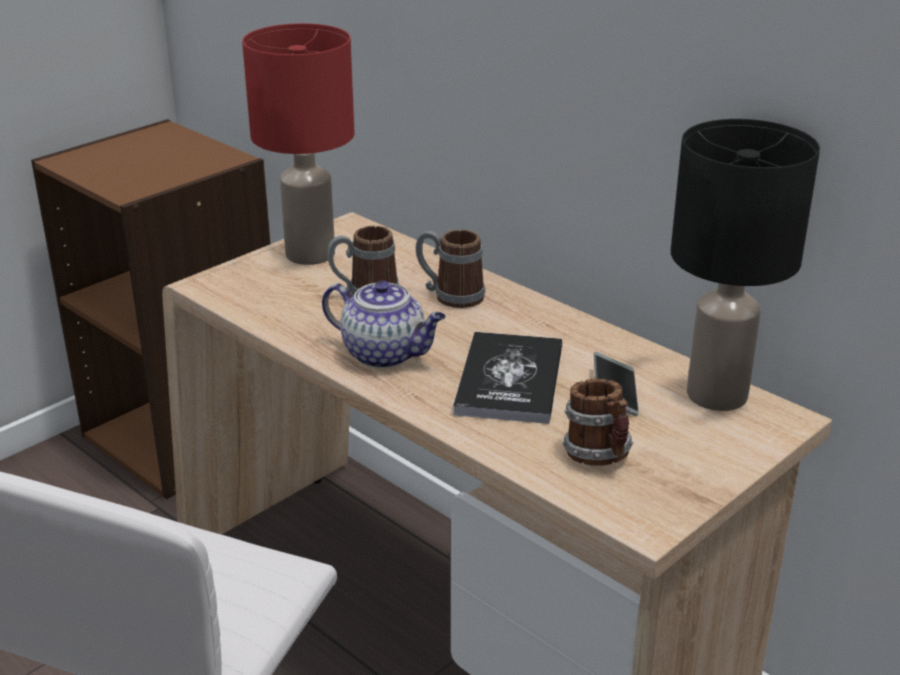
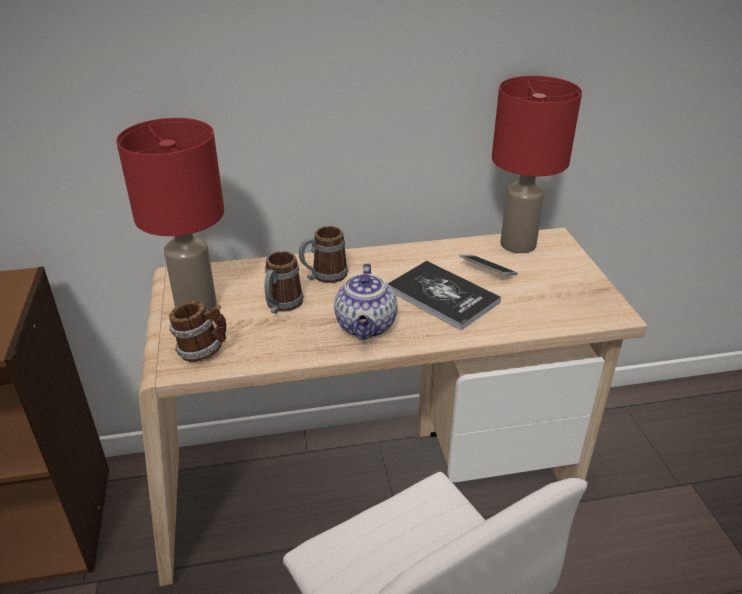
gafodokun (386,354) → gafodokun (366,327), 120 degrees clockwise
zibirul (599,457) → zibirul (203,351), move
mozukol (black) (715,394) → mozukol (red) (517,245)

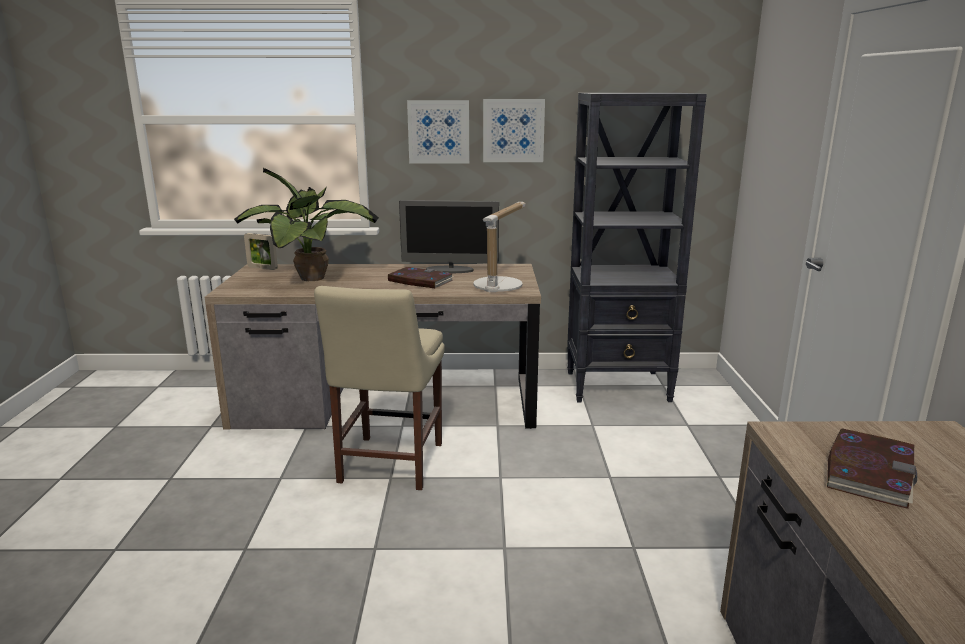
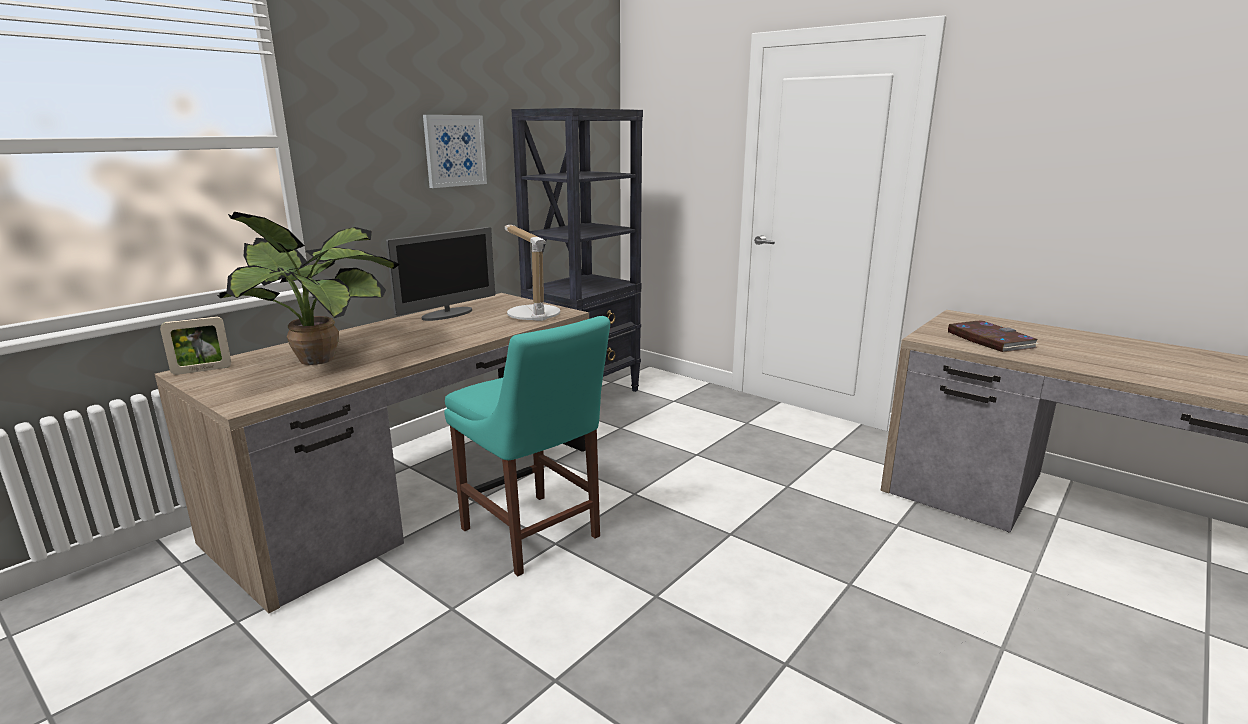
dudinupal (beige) (389,465) → dudinupal (turquoise) (533,536)
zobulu (420,281) → -
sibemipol (438,132) → -

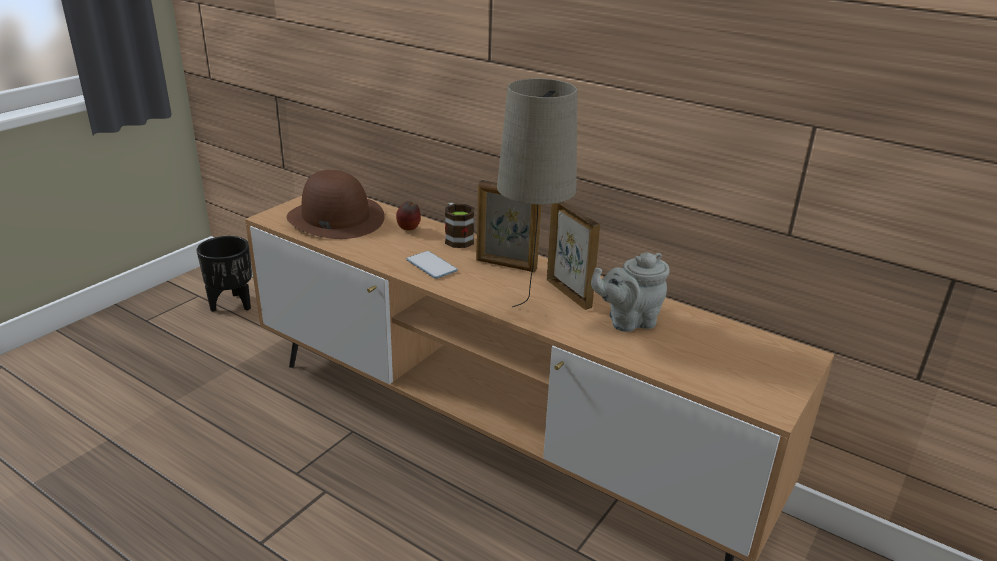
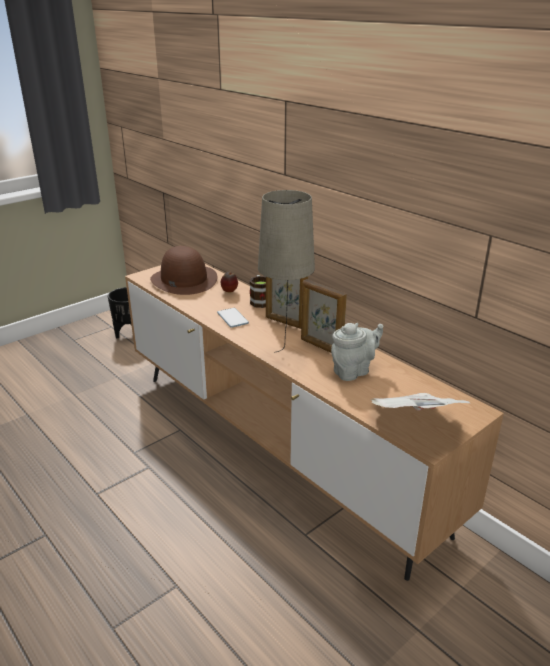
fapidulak (569,293) → fapidulak (320,347), 150 degrees clockwise
gafodokun (grey) (628,321) → gafodokun (grey) (353,371), 150 degrees clockwise
- → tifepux (415,422)

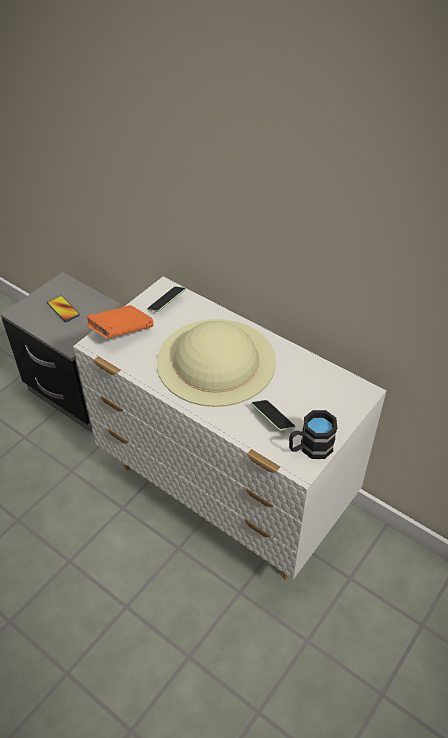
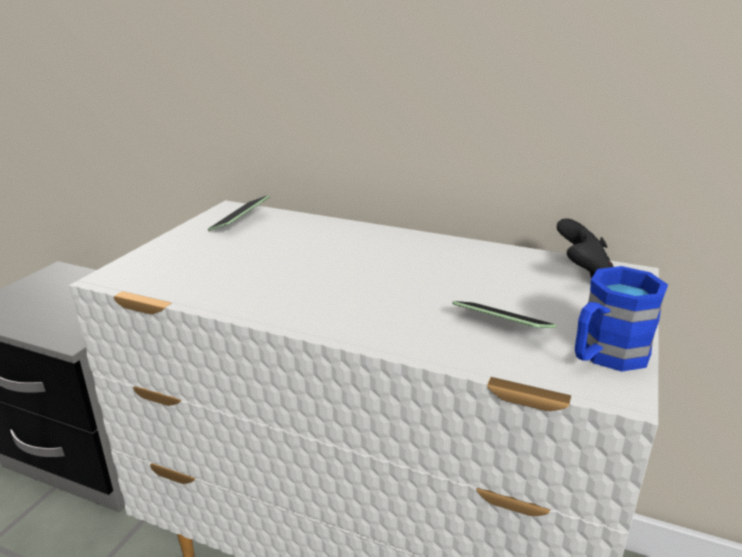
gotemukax (63,309) → -
zobulu (orange) (121,333) → -
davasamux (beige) (215,361) → -
zibirul (black) (310,448) → zibirul (blue) (604,356)
- → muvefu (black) (582,273)

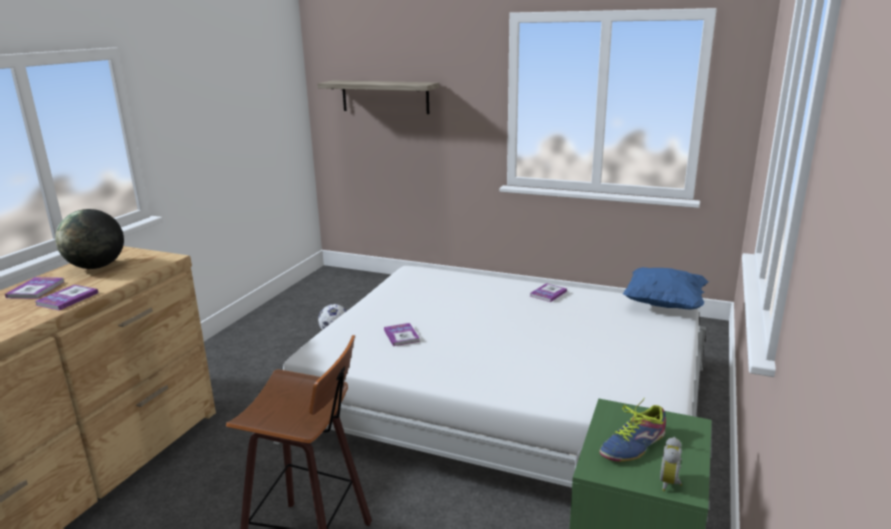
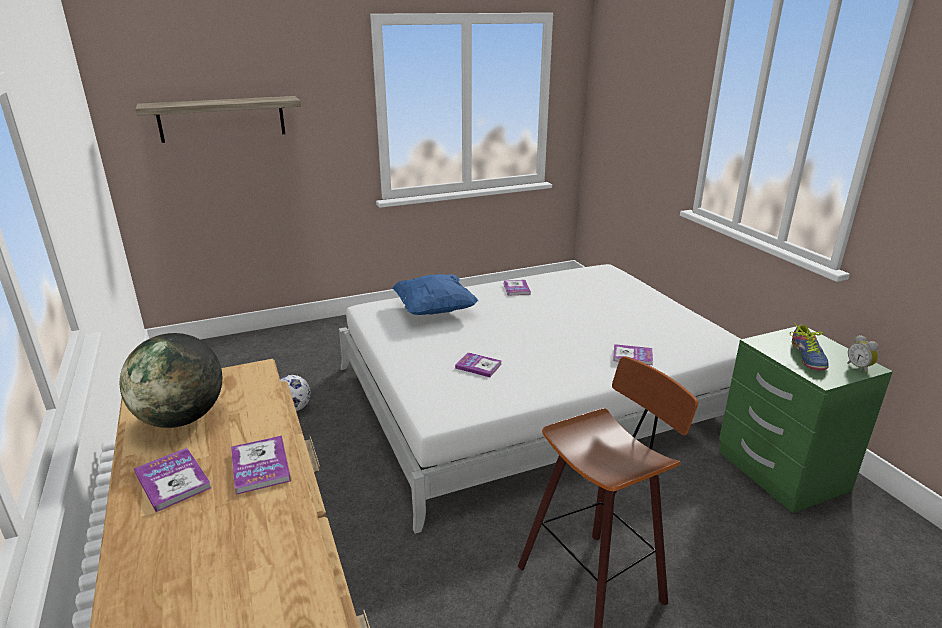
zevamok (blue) (664,304) → zevamok (blue) (434,310), move
- → zobulu (632,356)

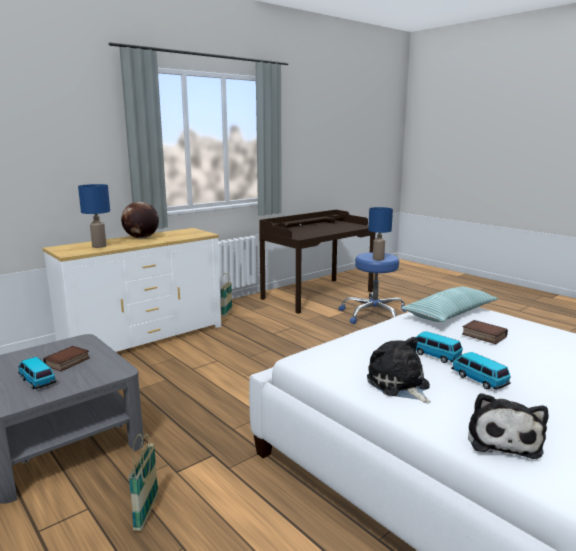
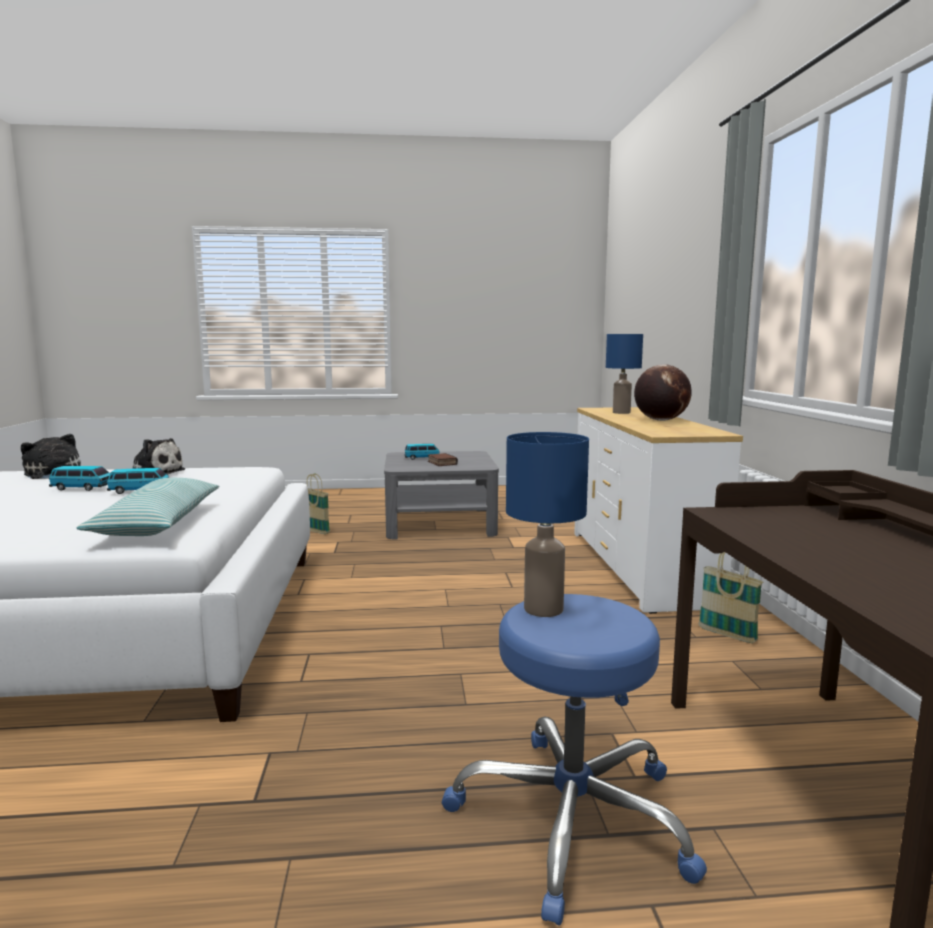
zobulu (482,336) → -

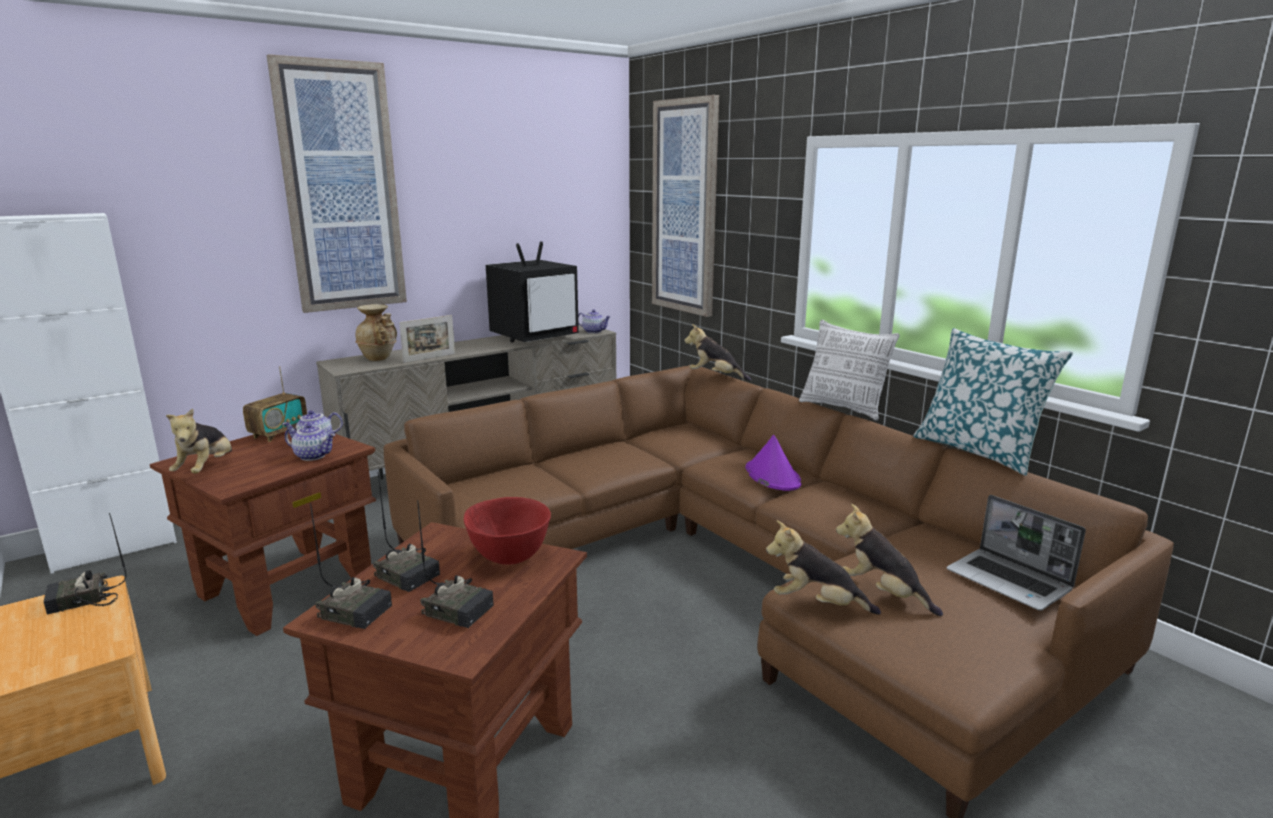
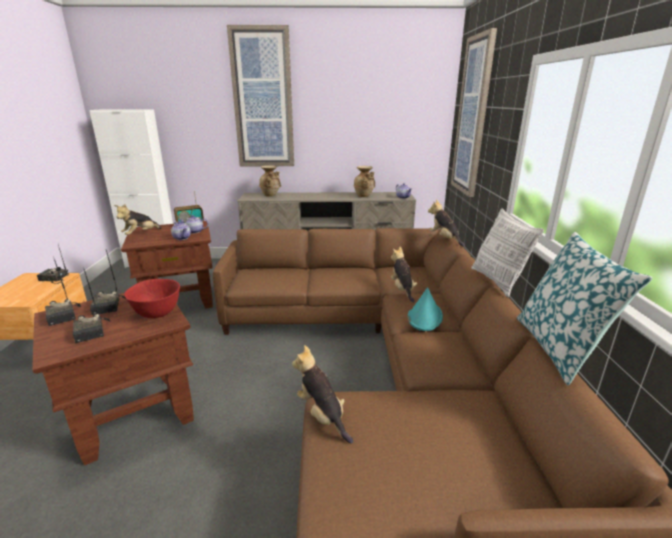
fapidulak (429,358) → -
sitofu (535,337) → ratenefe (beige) (364,196)
davasamux (purple) (772,476) → davasamux (turquoise) (424,317)
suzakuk (883,593) → suzakuk (402,290), move
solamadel (1010,581) → -

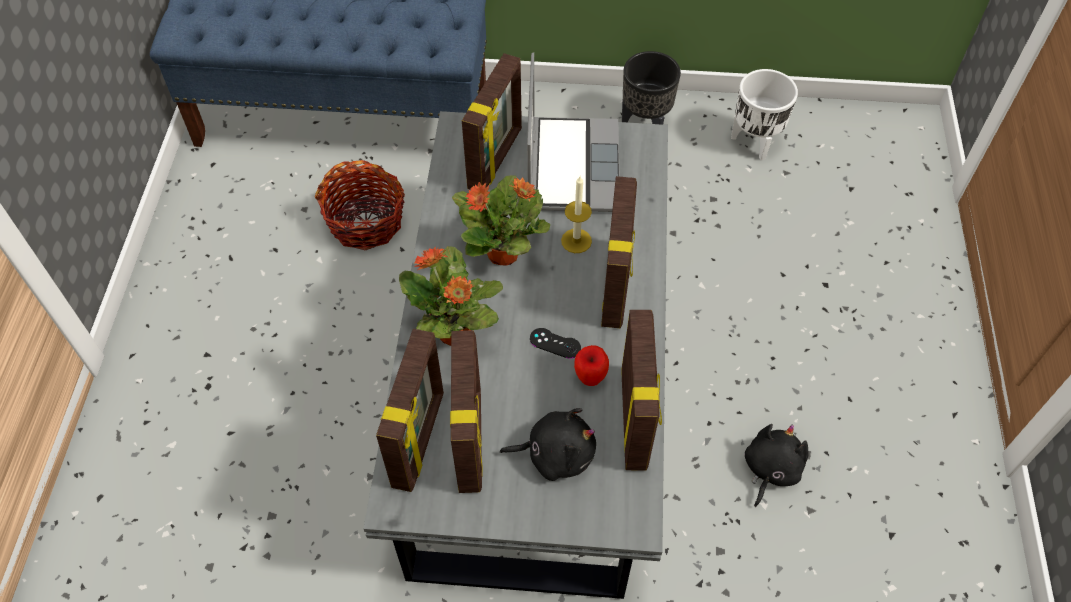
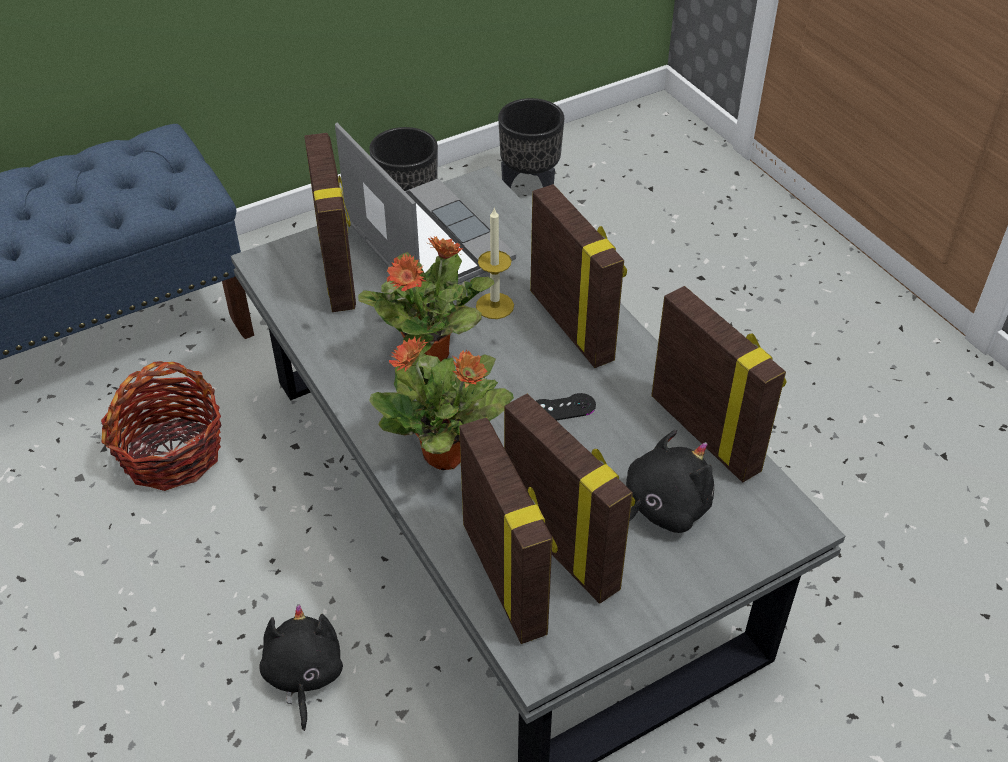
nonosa (590,377) → -
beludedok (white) (755,142) → beludedok (black) (530,188)
suzakuk (black) (770,469) → suzakuk (black) (303,676), move

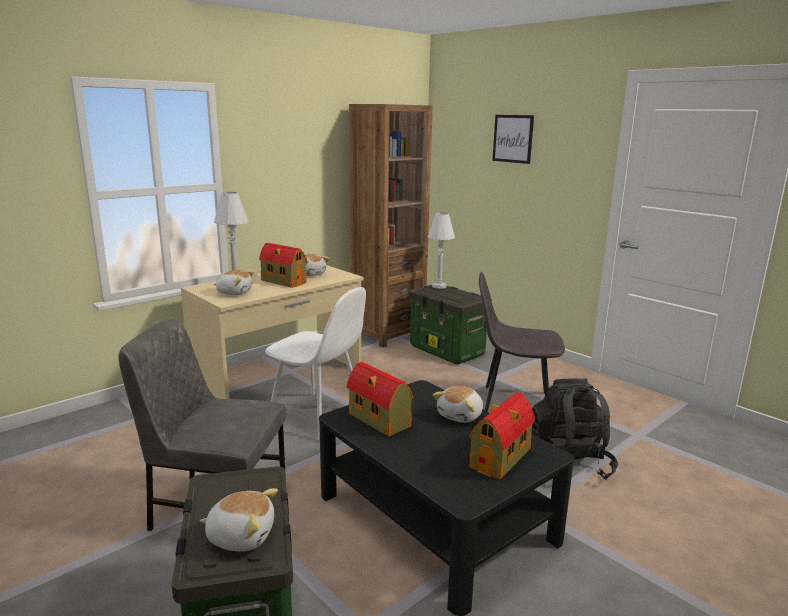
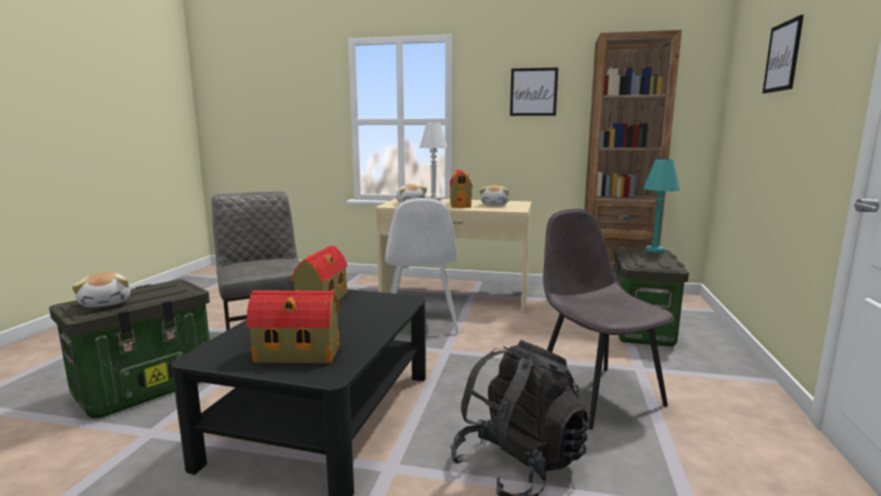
mozukol (white) (439,286) → mozukol (turquoise) (655,250)
suzakuk (461,415) → -
- → sibemipol (533,92)

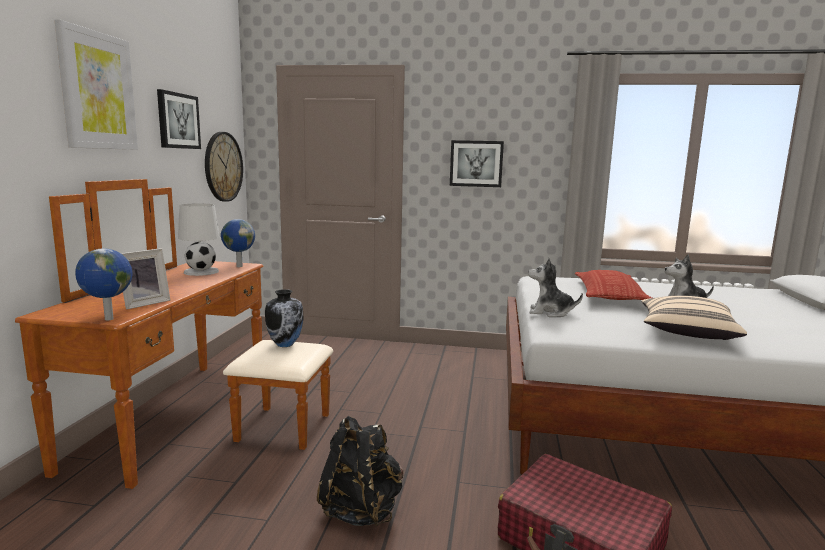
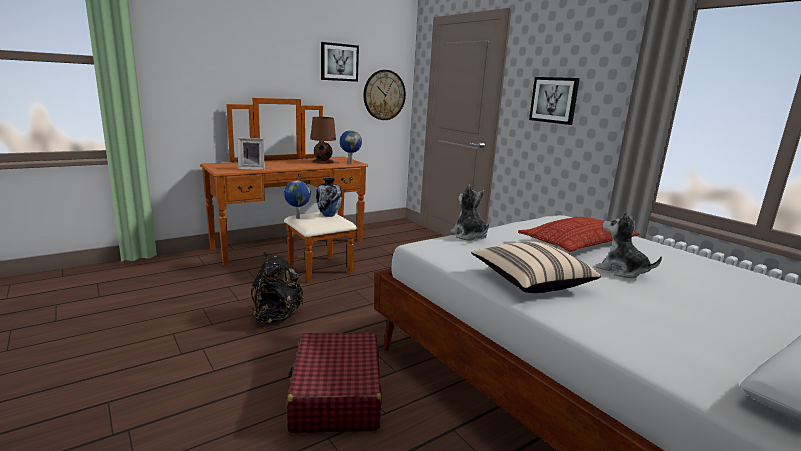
sibemipol (98,91) → -
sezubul (108,319) → sezubul (297,218), move
mozukol (white) (201,272) → mozukol (brown) (323,161)

